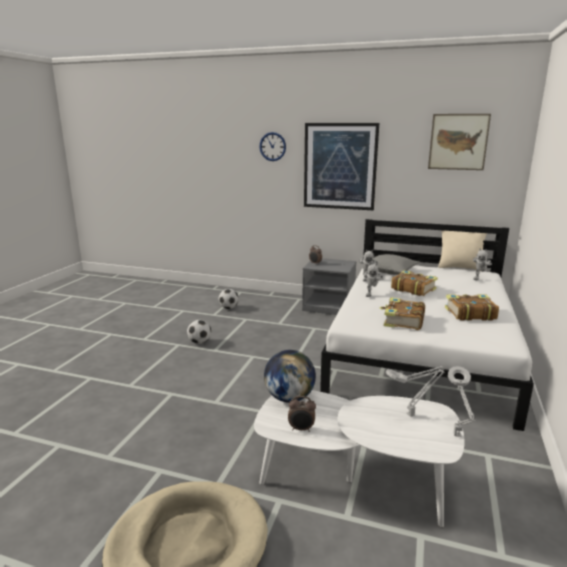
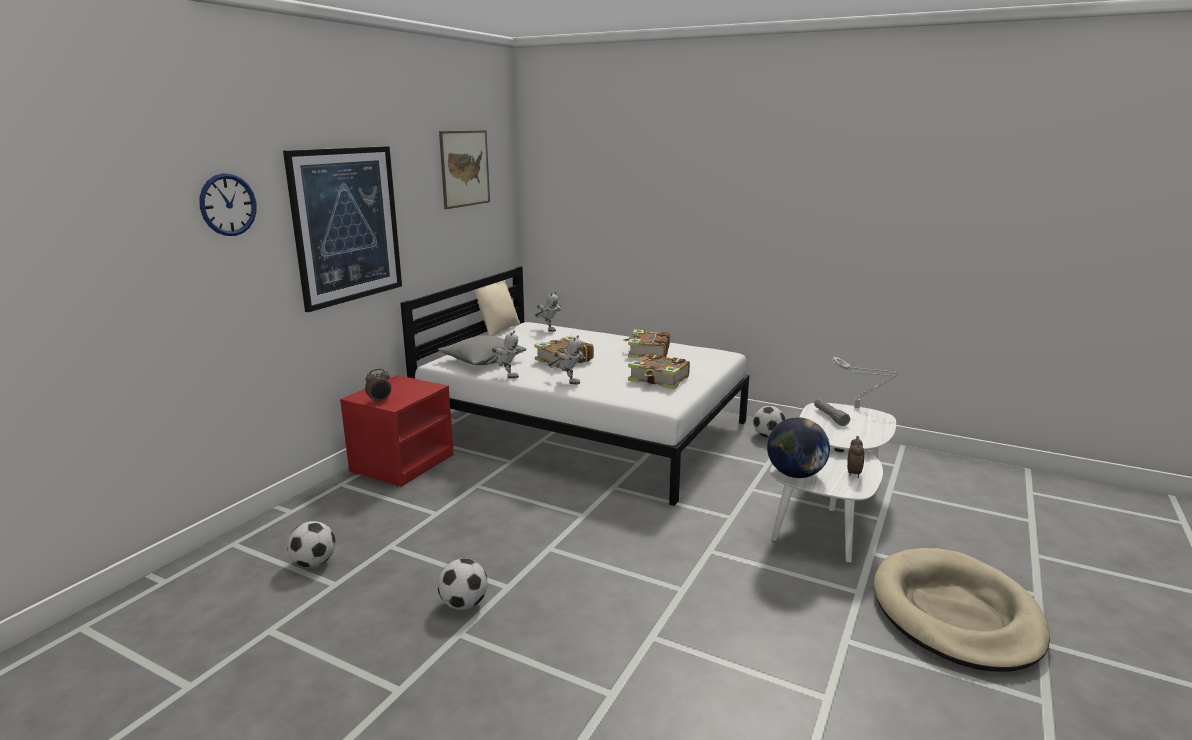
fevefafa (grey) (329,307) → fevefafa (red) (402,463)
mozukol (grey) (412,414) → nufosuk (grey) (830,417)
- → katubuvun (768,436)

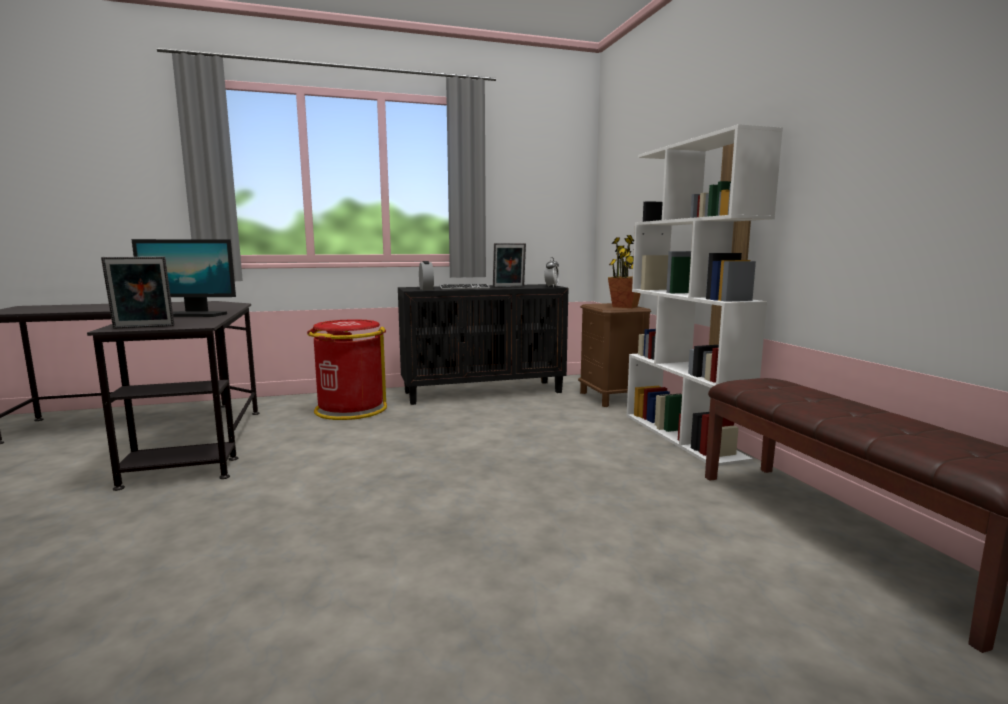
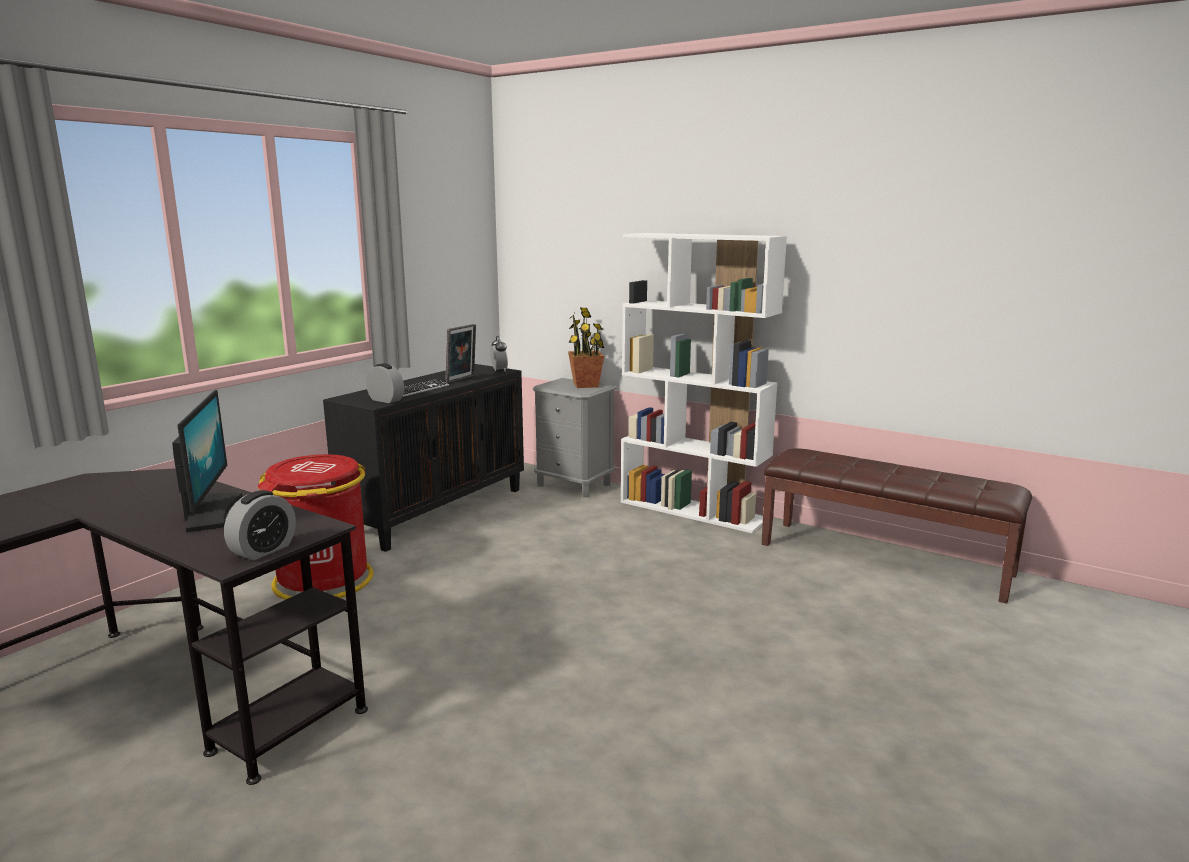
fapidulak (143,327) → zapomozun (263,550)
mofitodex (191,315) → mofitodex (211,512), 60 degrees counterclockwise
fevefafa (brown) (610,398) → fevefafa (grey) (574,485)

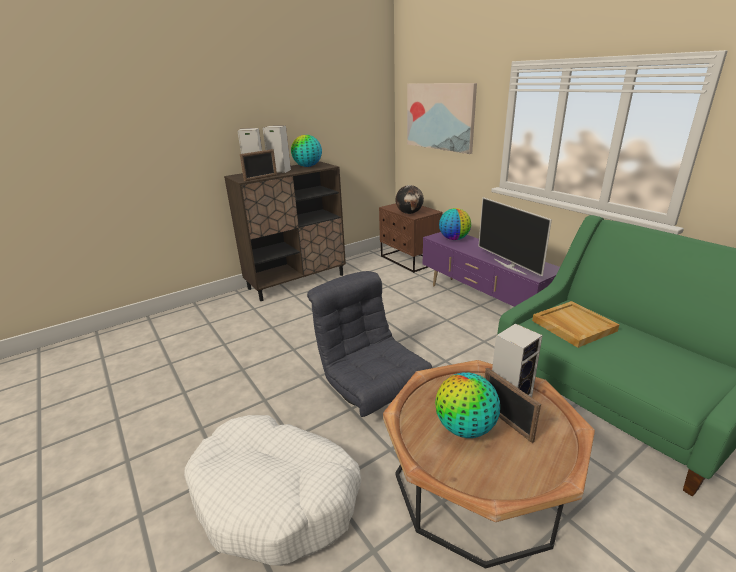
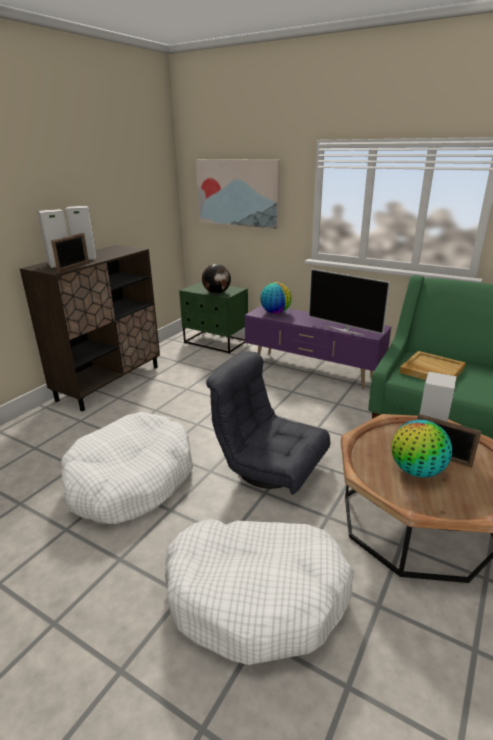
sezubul (308,166) → -
fevefafa (brown) (409,260) → fevefafa (green) (215,342)
- → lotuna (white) (130,480)

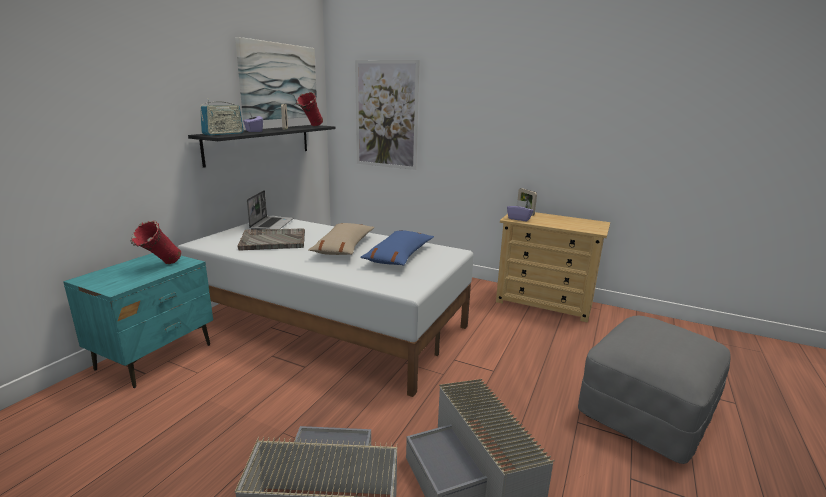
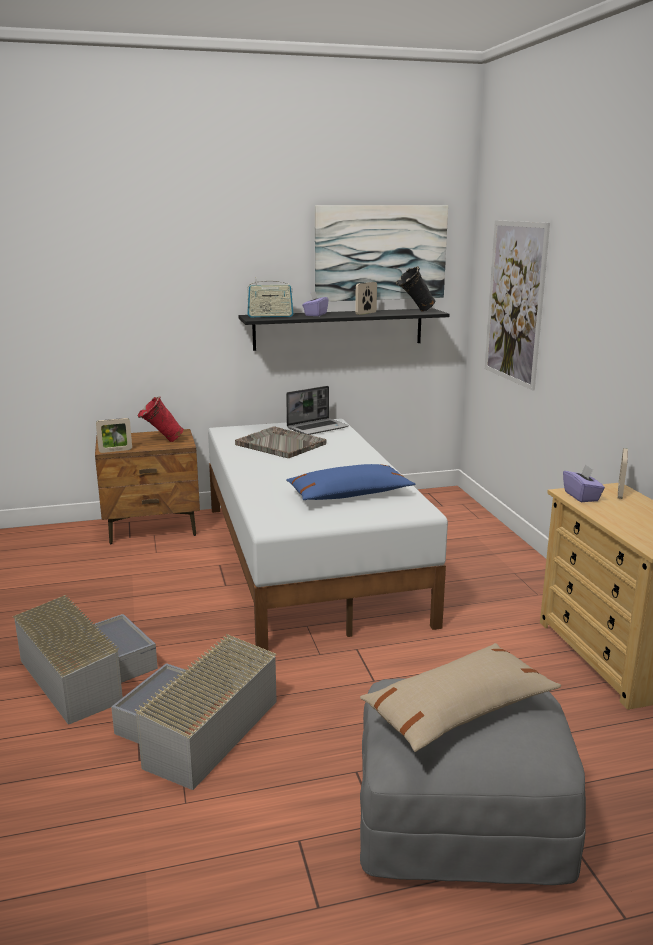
fevefafa (turquoise) (156,356) → fevefafa (brown) (153,528)
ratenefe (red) (311,126) → ratenefe (black) (414,311)
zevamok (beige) (343,247) → zevamok (beige) (458,710), move
- → fapidulak (115,450)

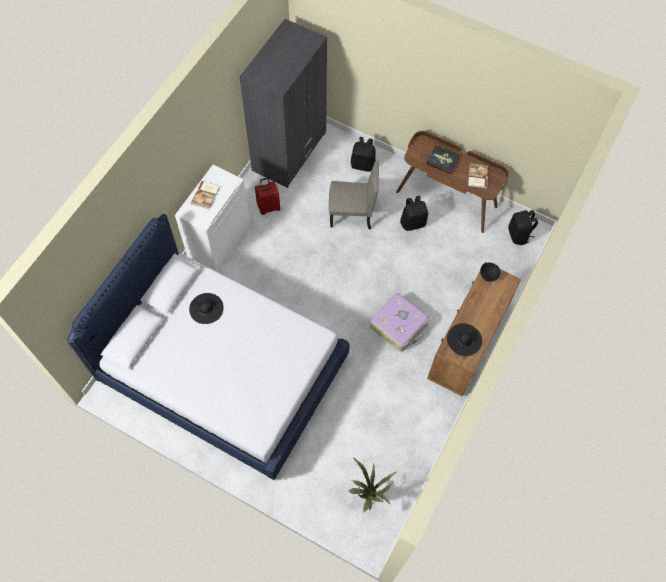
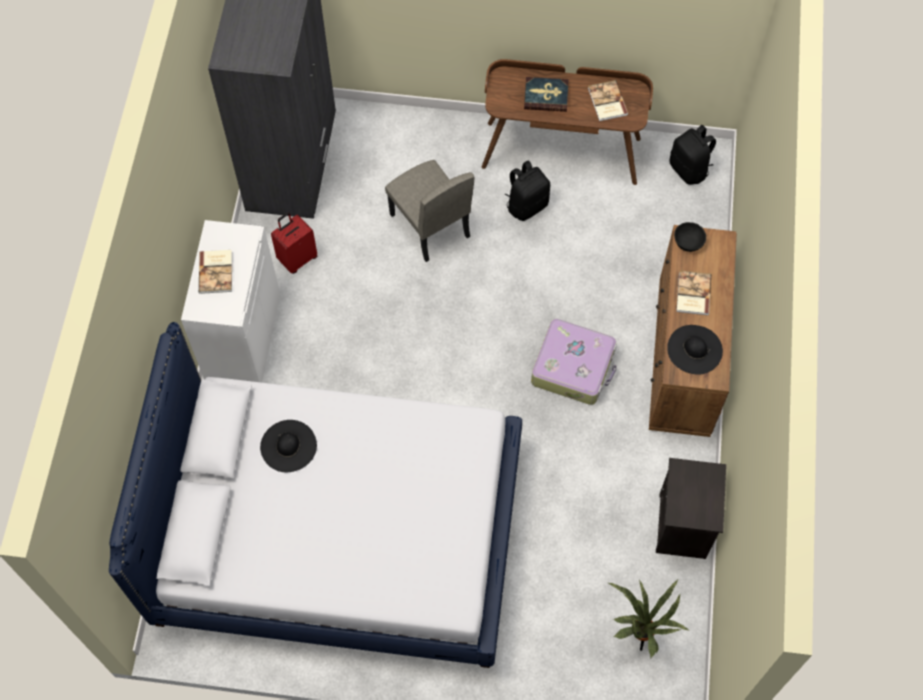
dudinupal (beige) (351,214) → dudinupal (beige) (429,225), 75 degrees clockwise
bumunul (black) (363,164) → -
- → fevefafa (black) (683,527)
- → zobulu (692,294)

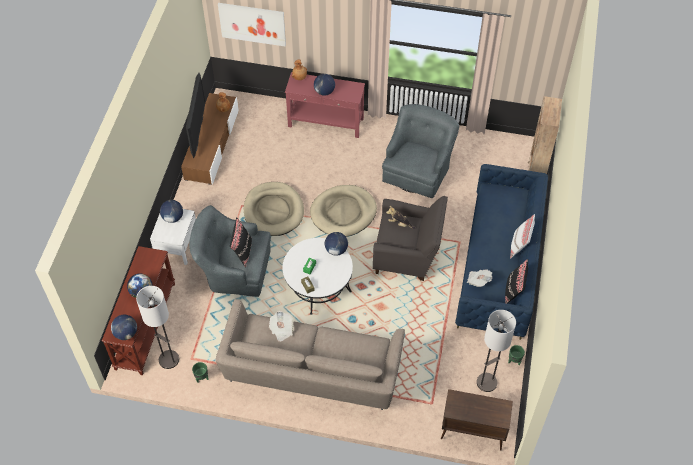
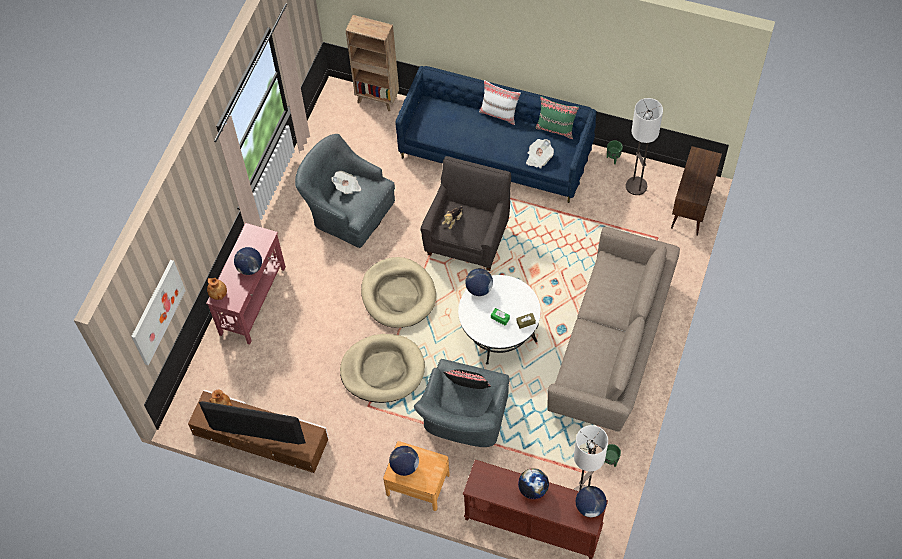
fevefafa (white) (177,245) → fevefafa (brown) (418,484)
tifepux (281,330) → tifepux (347,187), move
zevamok (black) (513,291) → zevamok (green) (556,129)

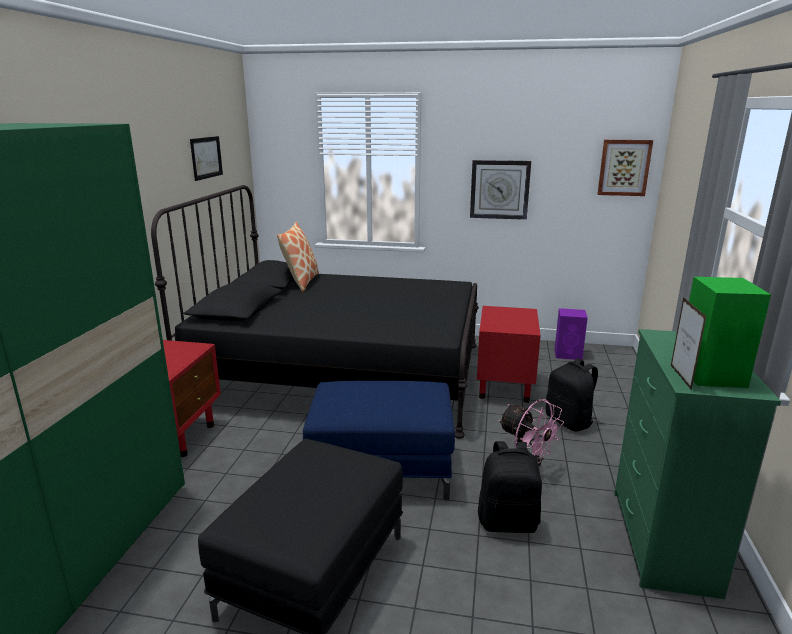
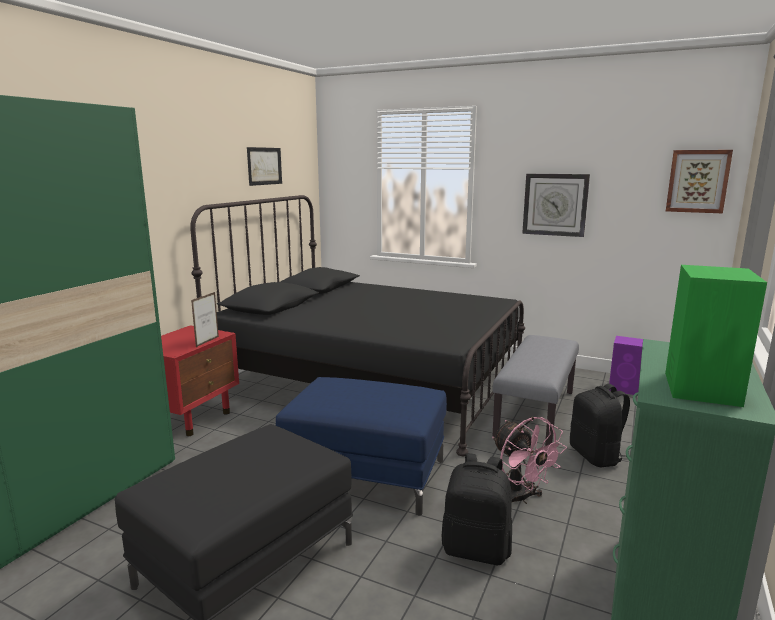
zevamok (300,282) → -
fevefafa (red) (504,388) → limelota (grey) (535,413)
fapidulak (680,377) → fapidulak (207,342), move

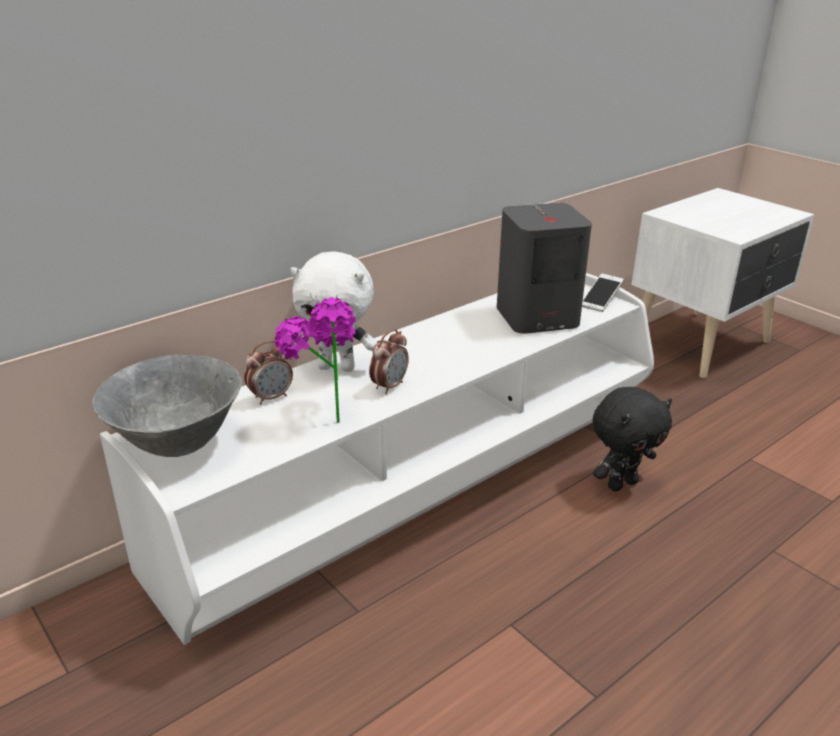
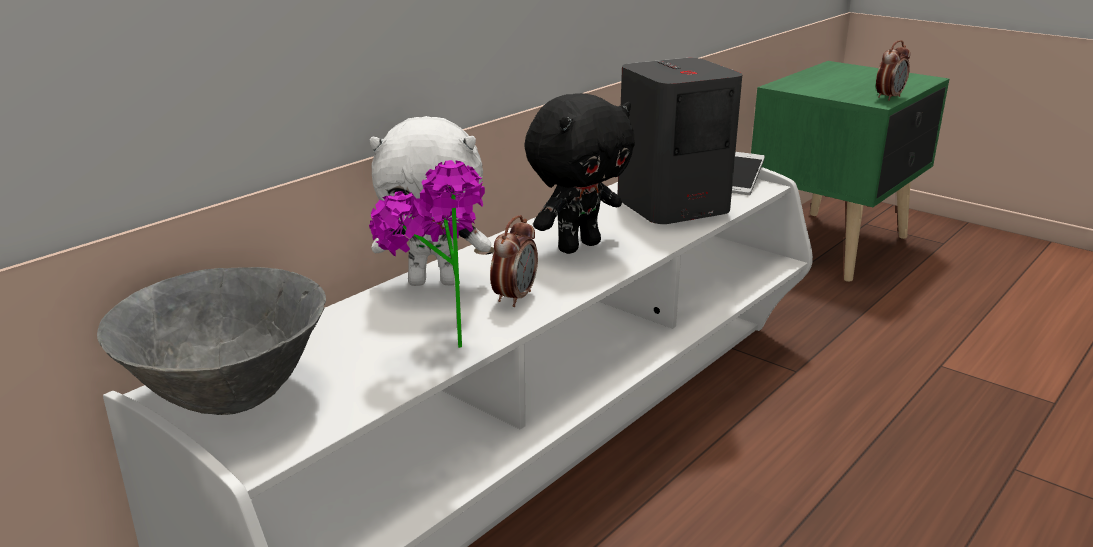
zapomozun (271,397) → zapomozun (889,97), move
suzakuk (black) (621,483) → suzakuk (black) (578,246), move
fevefafa (white) (703,344) → fevefafa (green) (834,245)

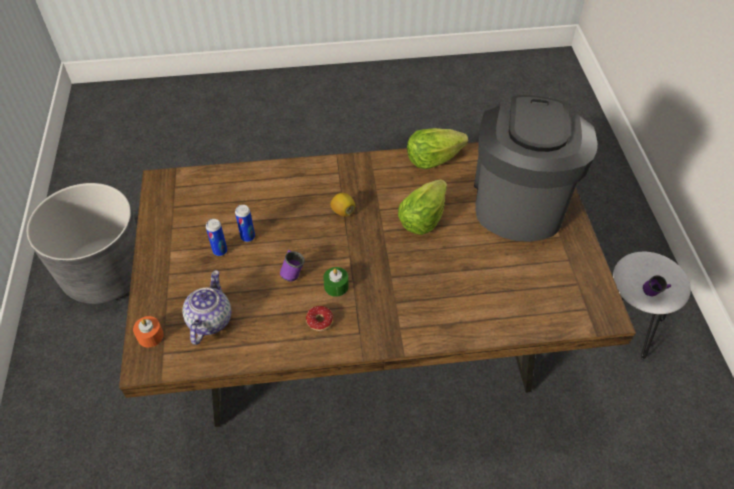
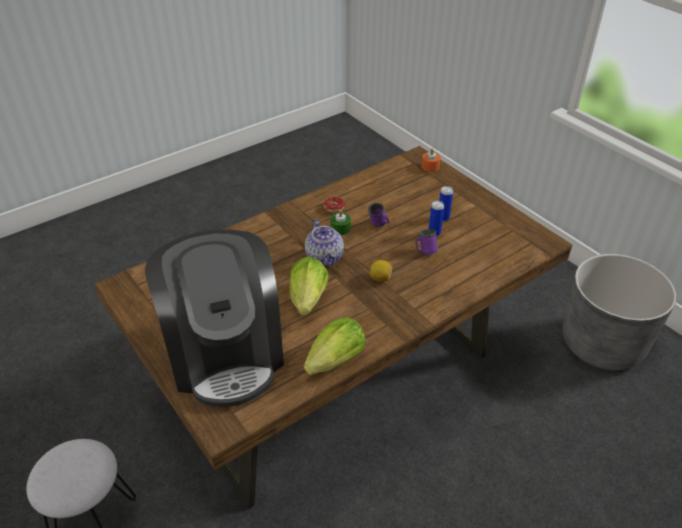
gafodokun (209,320) → gafodokun (325,257), move
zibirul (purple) (653,293) → zibirul (purple) (424,252), move

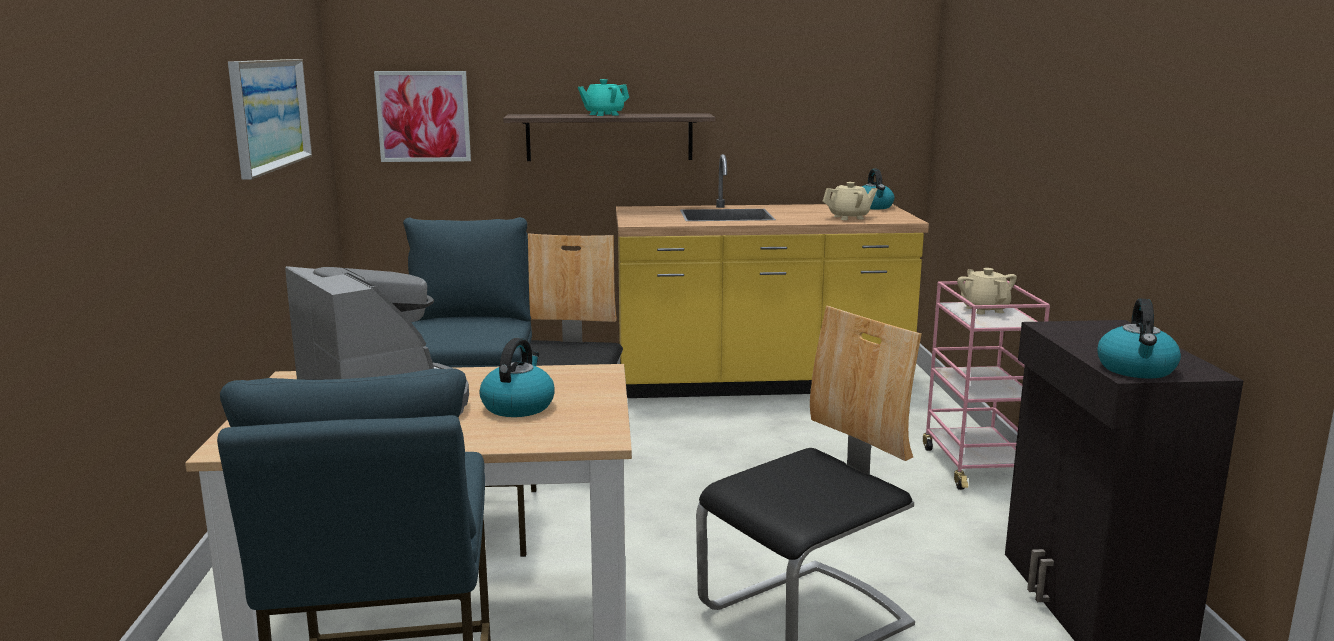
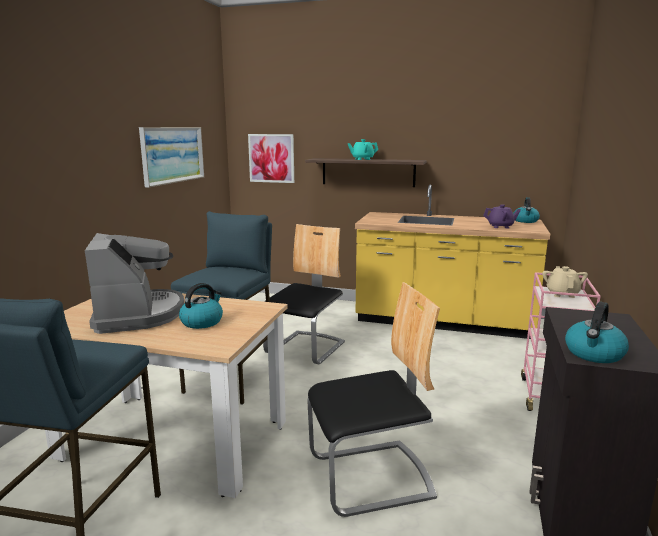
gafodokun (beige) (849,217) → gafodokun (purple) (500,226)

